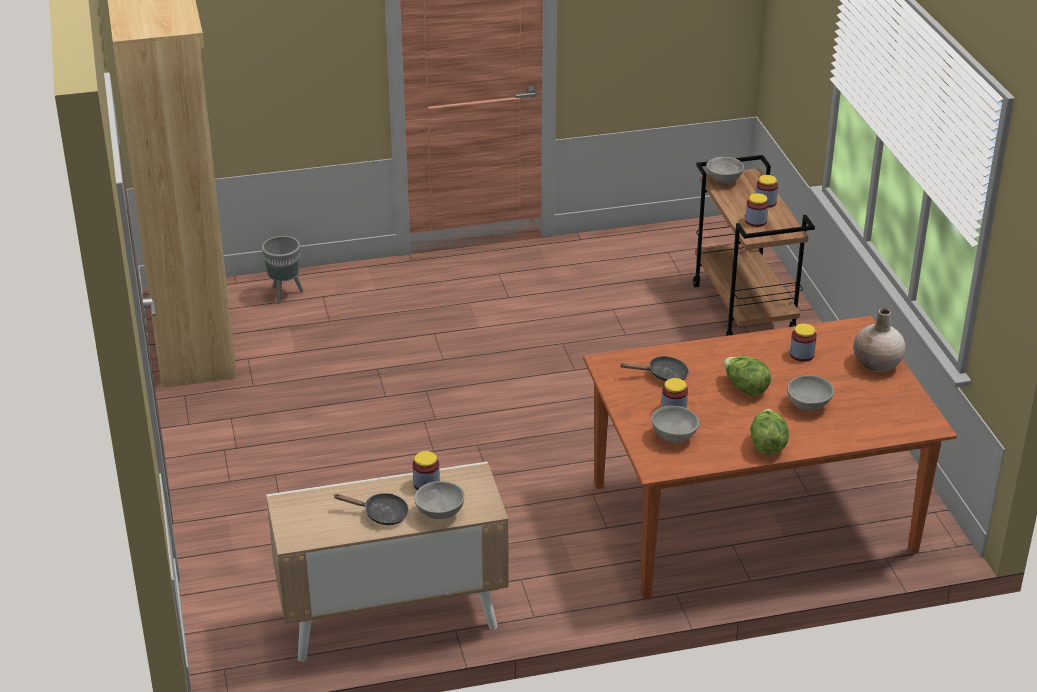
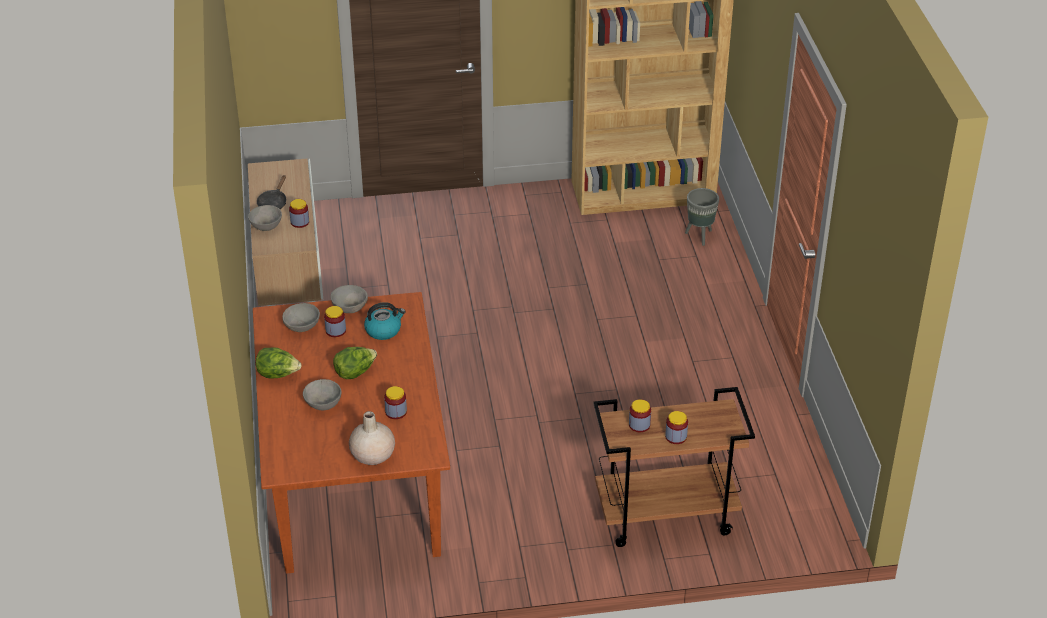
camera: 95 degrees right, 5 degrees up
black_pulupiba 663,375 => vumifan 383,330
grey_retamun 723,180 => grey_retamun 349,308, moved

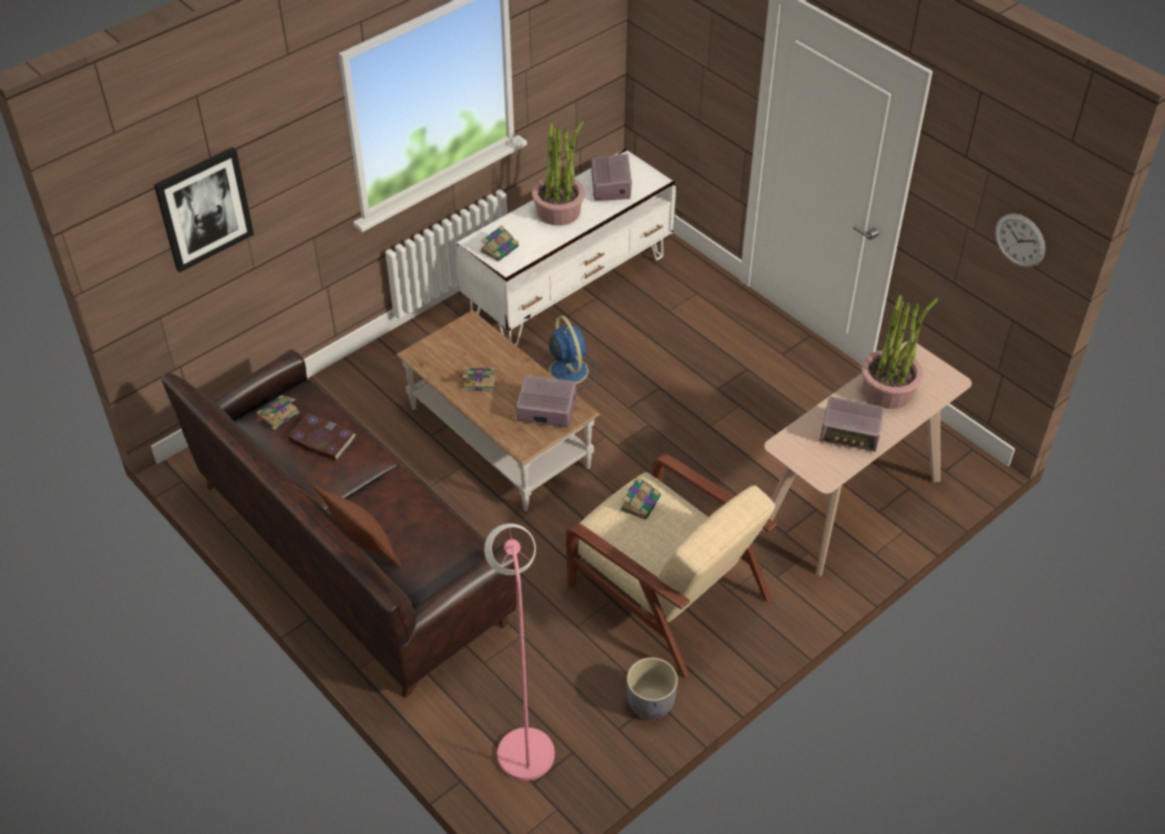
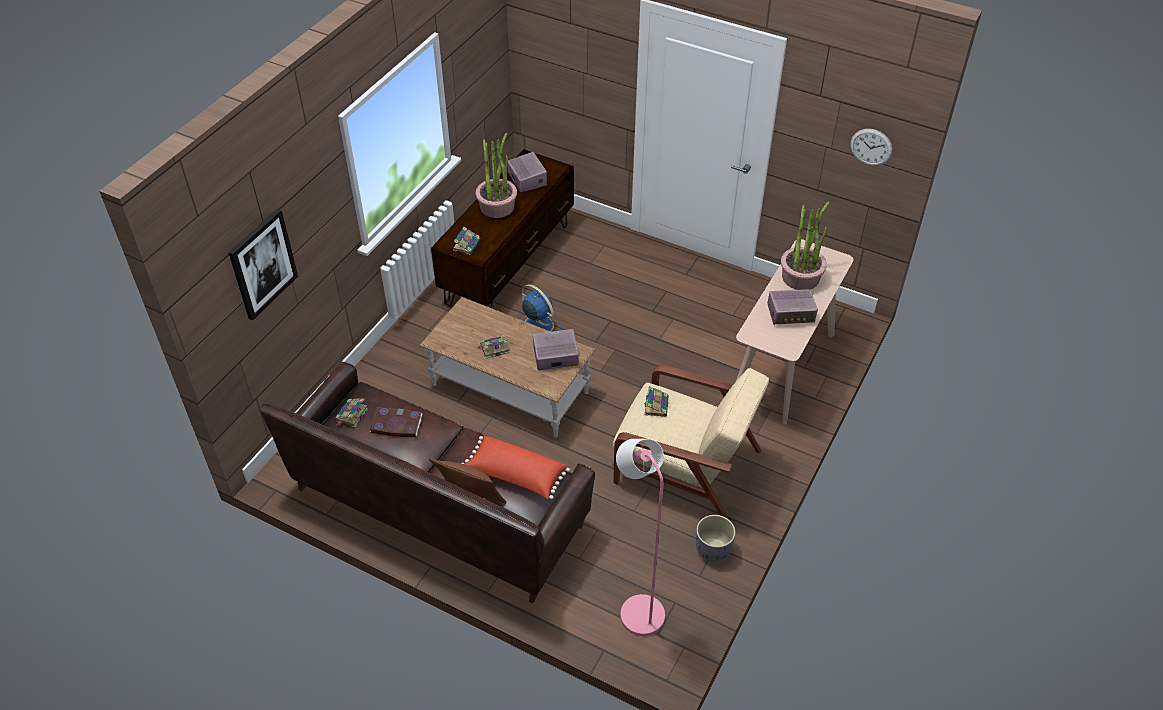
camera: 20 degrees left, 0 degrees up
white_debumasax 570,286 => brown_debumasax 509,263
nothing => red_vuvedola 515,475

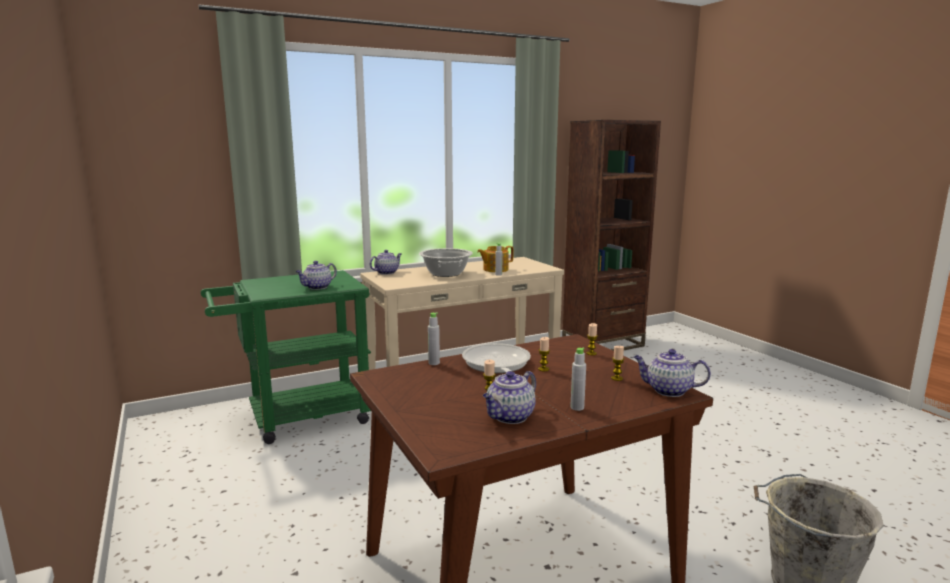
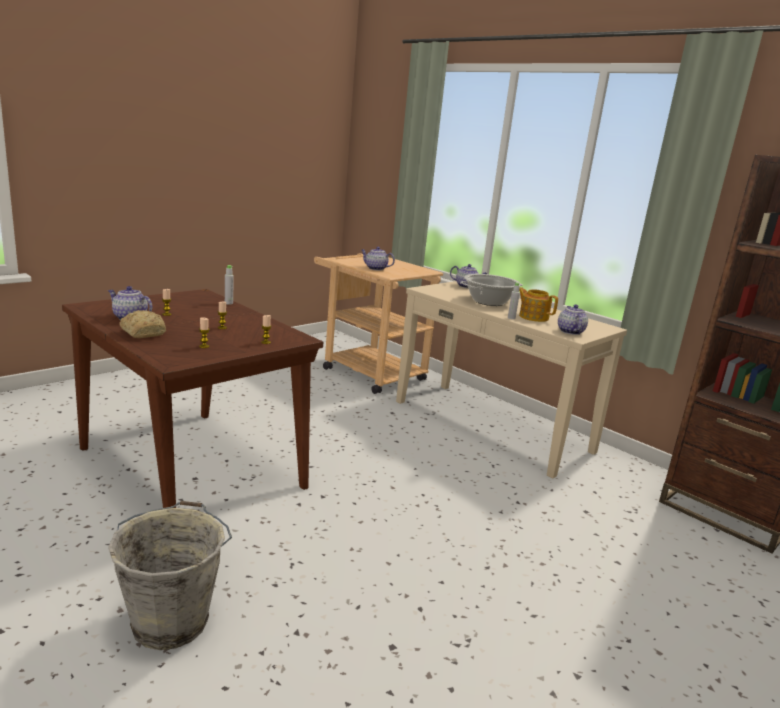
camera: 70 degrees right, 5 degrees up
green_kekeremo 298,418 => beige_kekeremo 367,371
pulupiba 497,365 => nothing
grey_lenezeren 577,407 => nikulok 143,333
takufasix 668,391 => takufasix 570,331, moved

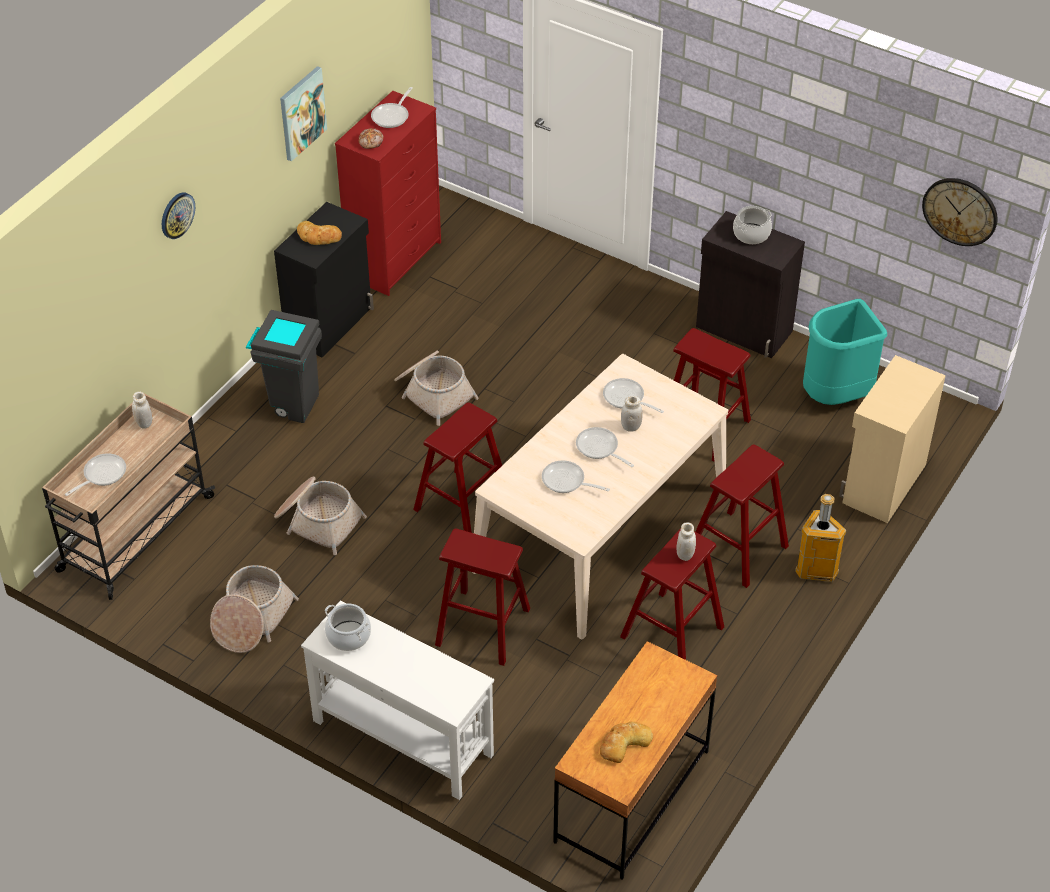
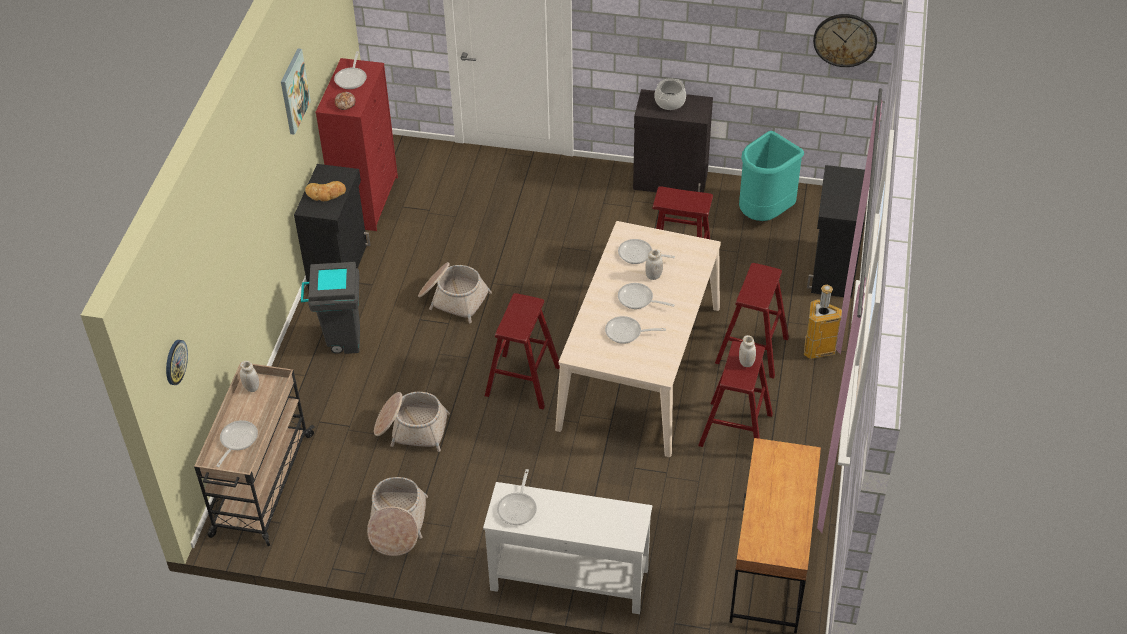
camera: 20 degrees left, 0 degrees up
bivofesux 177,215 => bivofesux 175,362, moved
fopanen 348,636 => pulupiba 518,508
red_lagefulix 482,627 => nothing
nikulok 624,743 => nothing
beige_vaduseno 882,483 => black_vaduseno 832,269

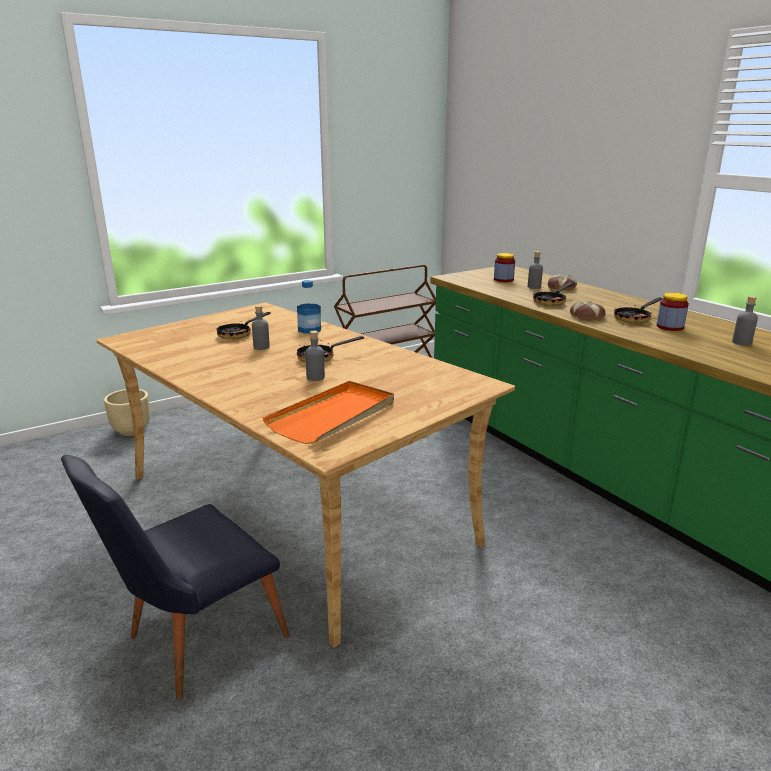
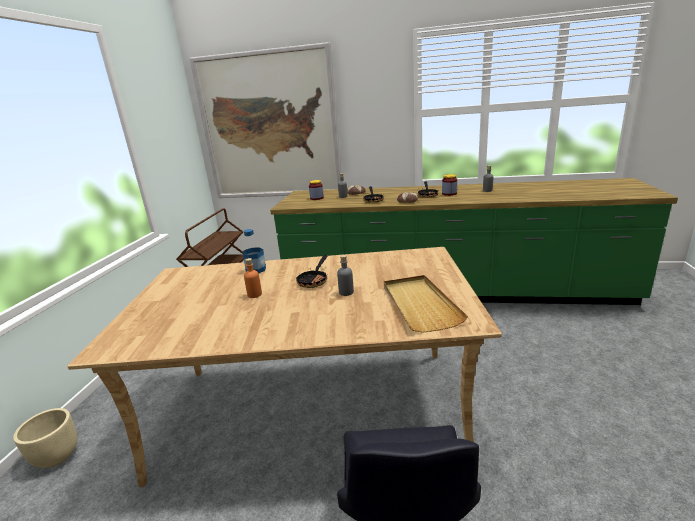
camera: 45 degrees left, 0 degrees up
pulupiba 239,334 => nothing
grey_lenezeren 261,347 => orange_lenezeren 254,294
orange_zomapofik 333,415 => beige_zomapofik 419,305
nothing => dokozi 270,127

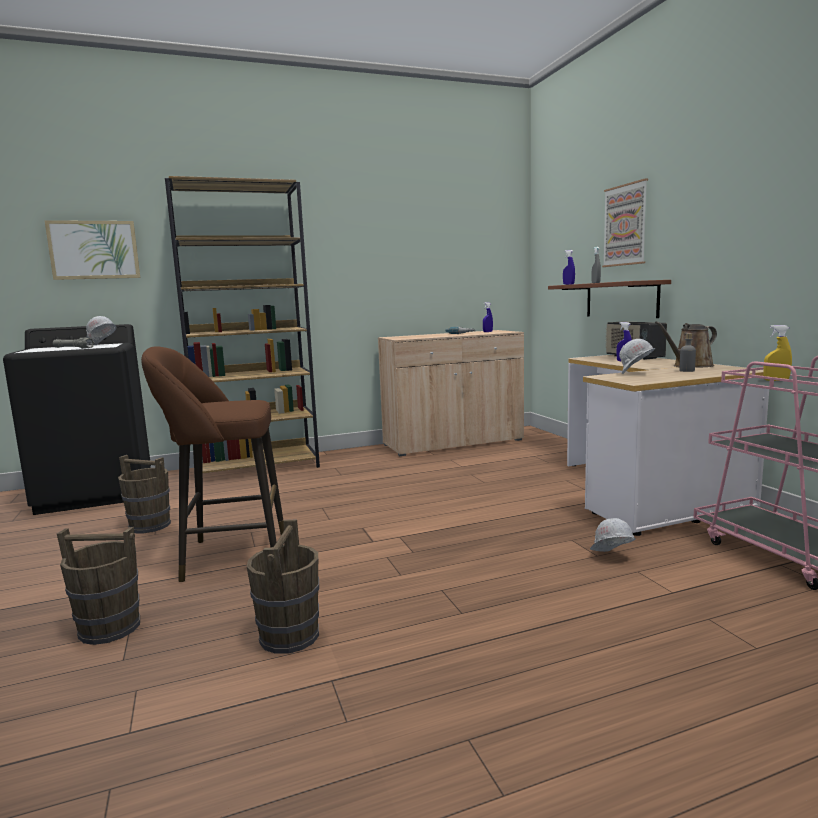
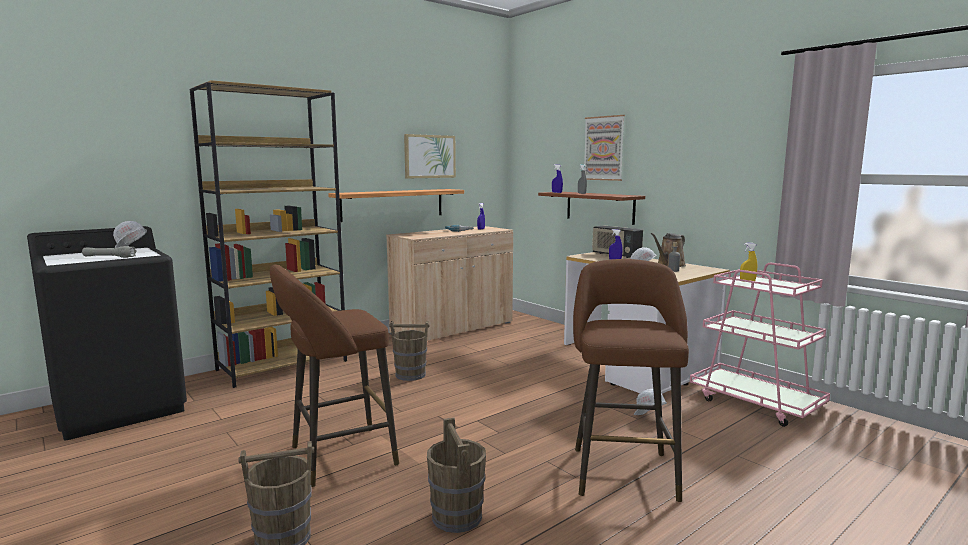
camera: 20 degrees left, 0 degrees up
dokozi 94,250 => dokozi 429,156, moved
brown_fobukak 149,525 => brown_fobukak 410,375, moved
nothing => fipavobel 393,204
nothing => brown_lagefulix 623,469

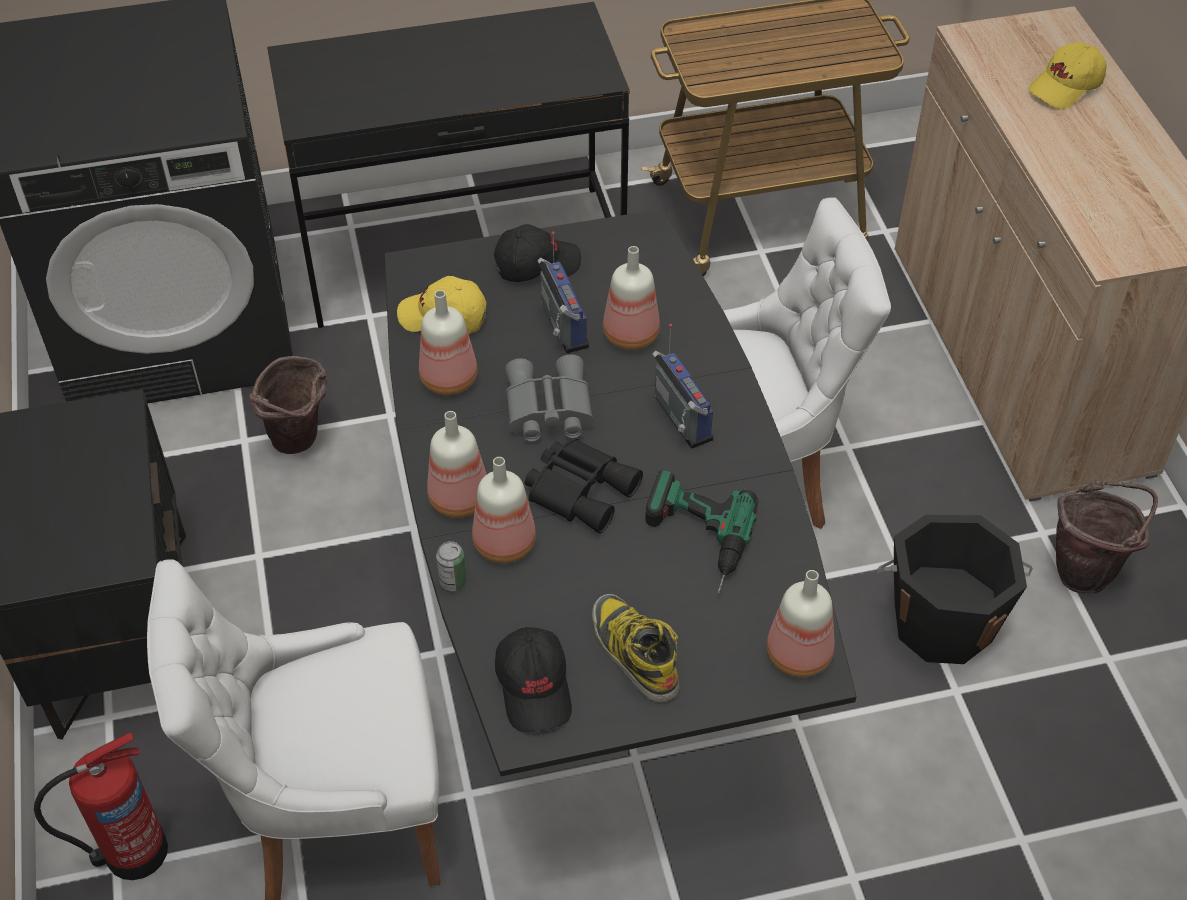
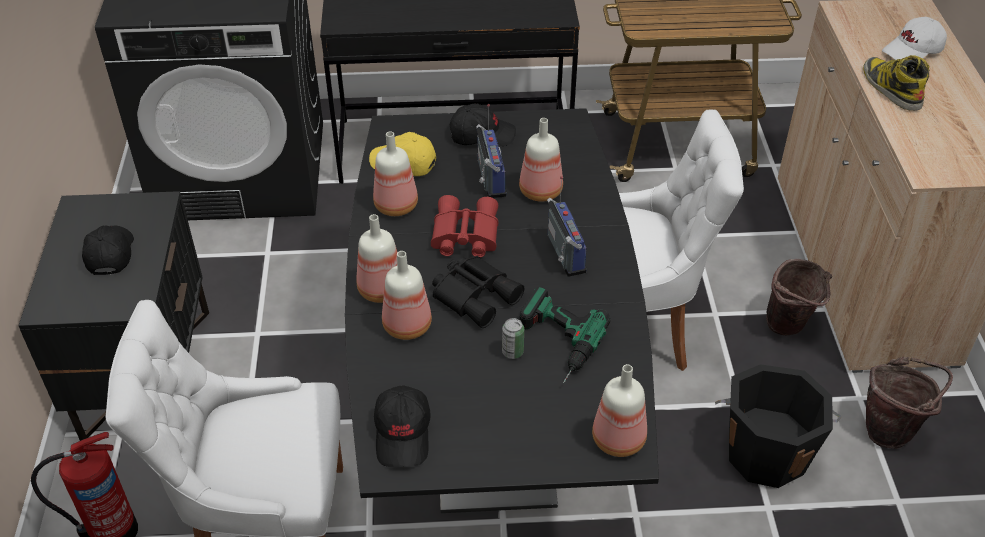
camera: 10 degrees right, 5 degrees down
brown_fobukak 301,443 => brown_fobukak 789,328, moved
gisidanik 453,581 => gisidanik 512,352, moved
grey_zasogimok 546,409 => red_zasogimok 463,235
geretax 633,652 => geretax 890,88, moved
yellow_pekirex 1066,87 => white_pekirex 913,51
nothing => black_pekirex 110,254

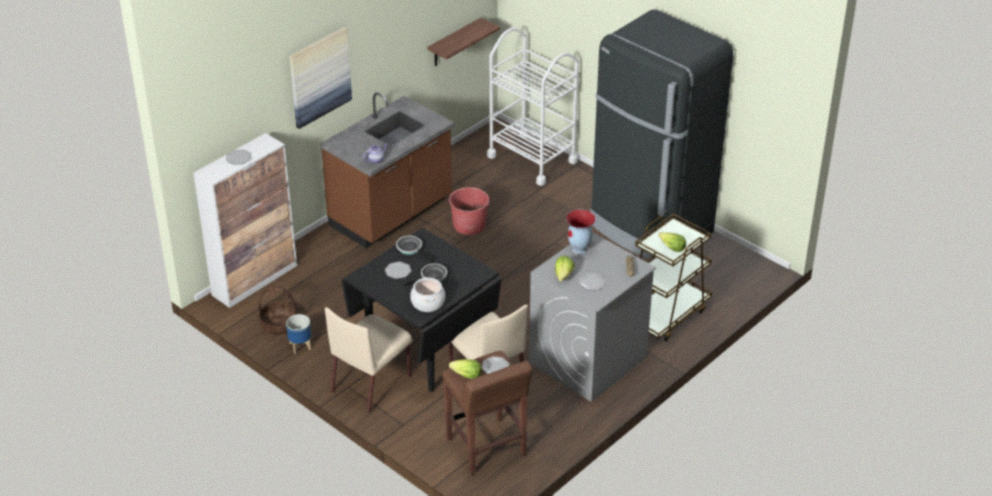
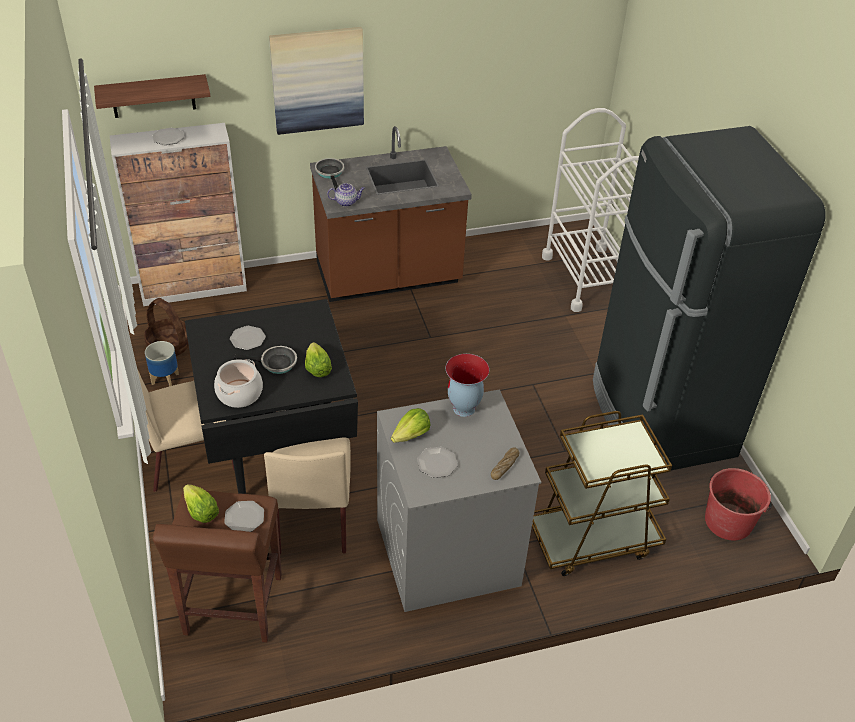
camera: 30 degrees right, 5 degrees up
pulupiba 411,249 => pulupiba 330,173, moved
fipavobel 454,43 => fipavobel 153,96, moved
red_fobukak 469,225 => red_fobukak 728,521, moved
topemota 671,248 => topemota 317,368, moved

